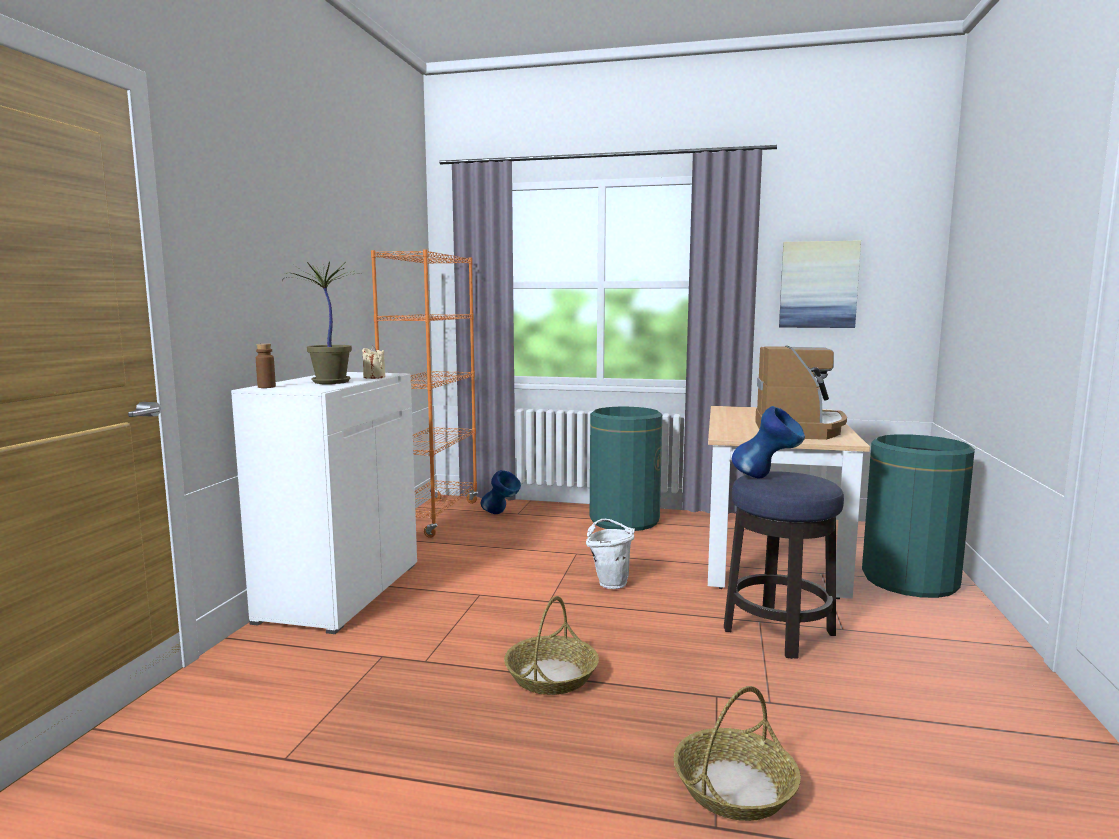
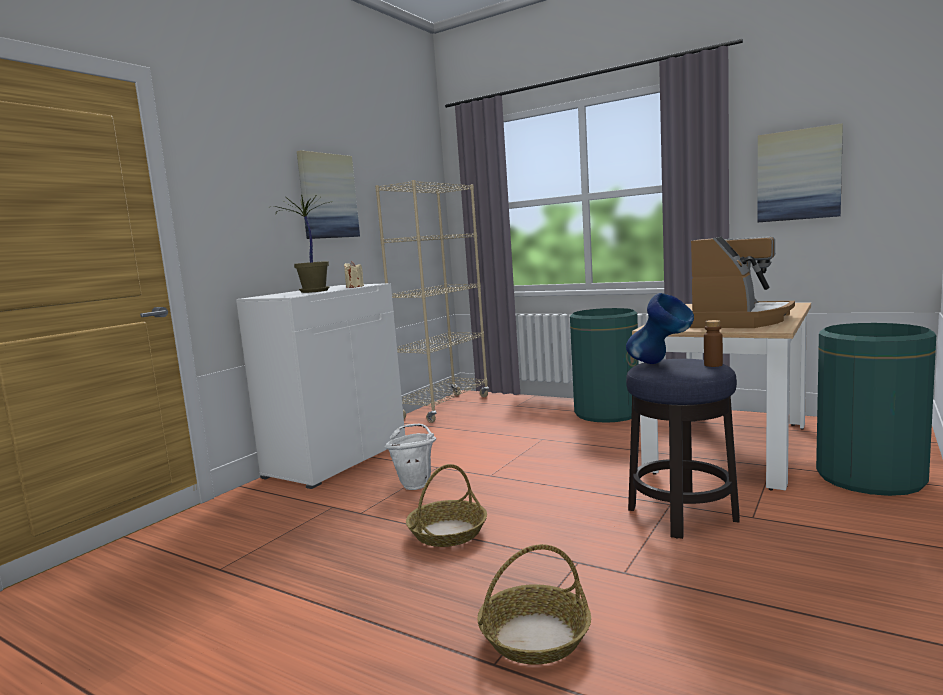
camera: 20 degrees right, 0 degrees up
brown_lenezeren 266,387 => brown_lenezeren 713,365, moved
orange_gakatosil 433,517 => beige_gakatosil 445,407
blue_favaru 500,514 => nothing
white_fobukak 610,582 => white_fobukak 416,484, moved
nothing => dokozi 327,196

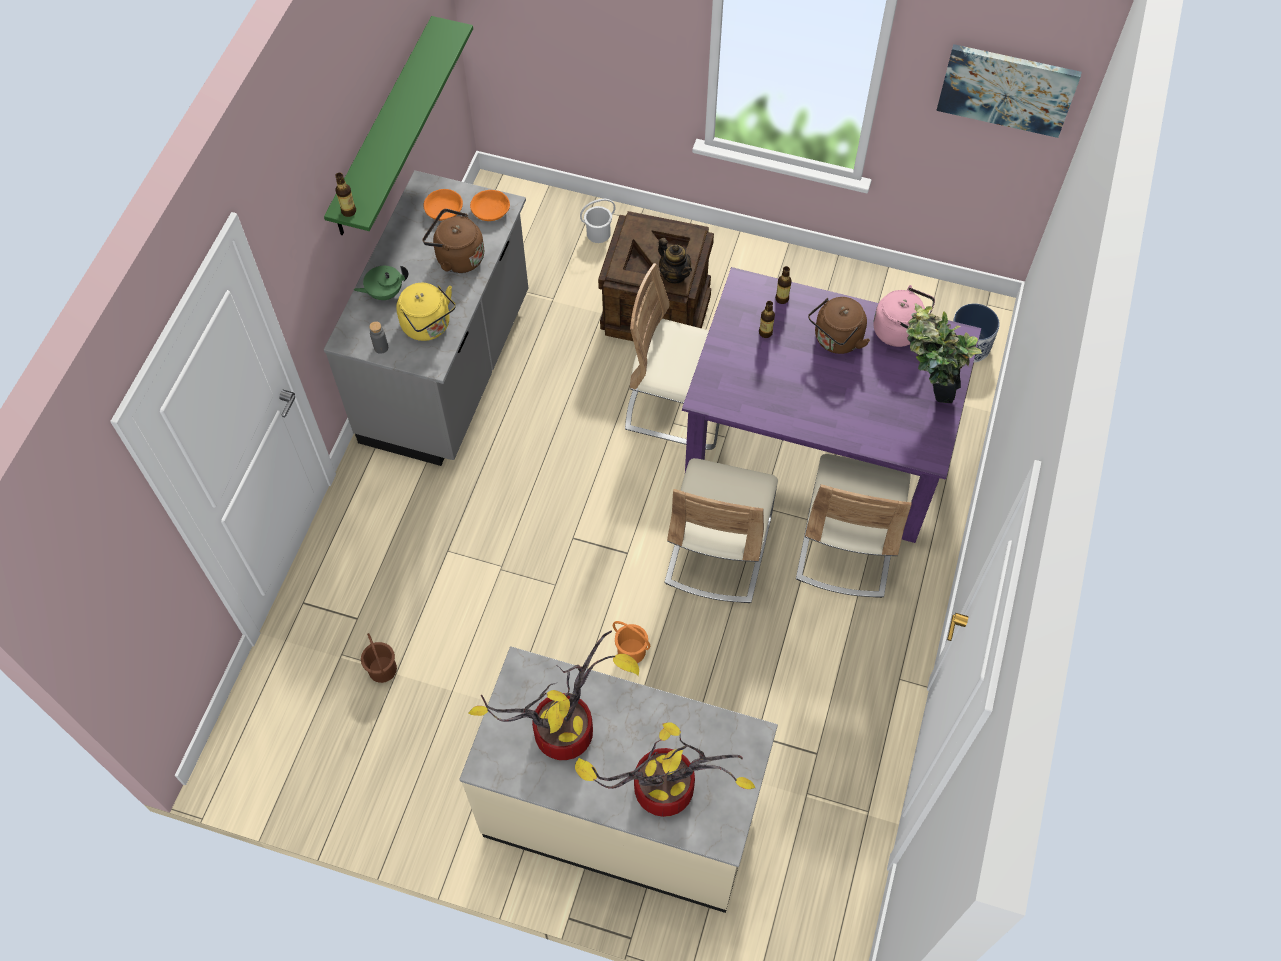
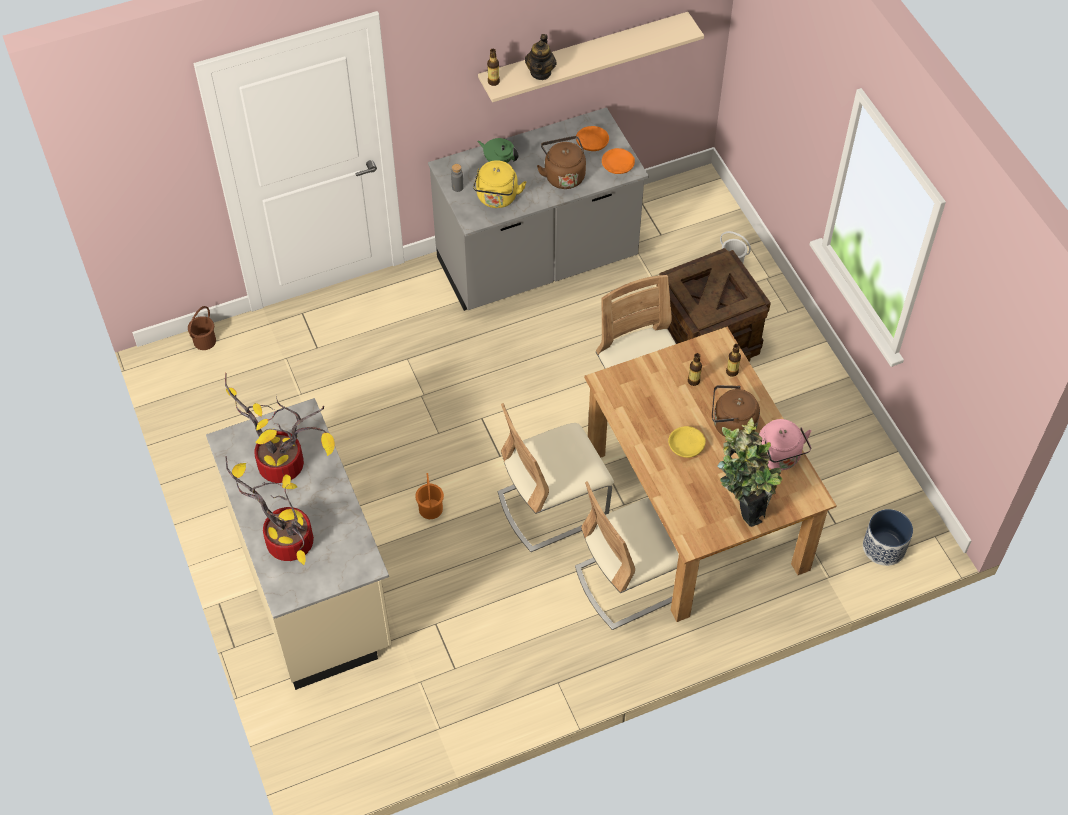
camera: 50 degrees right, 5 degrees down
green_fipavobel 383,128 => beige_fipavobel 583,56
brown_fobukak 382,669 => brown_fobukak 204,341, moved
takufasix 674,274 => takufasix 541,72, moved
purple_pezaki 815,446 => brown_pezaki 694,508
dokozi 1007,89 => nothing
nothing => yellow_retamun 687,445

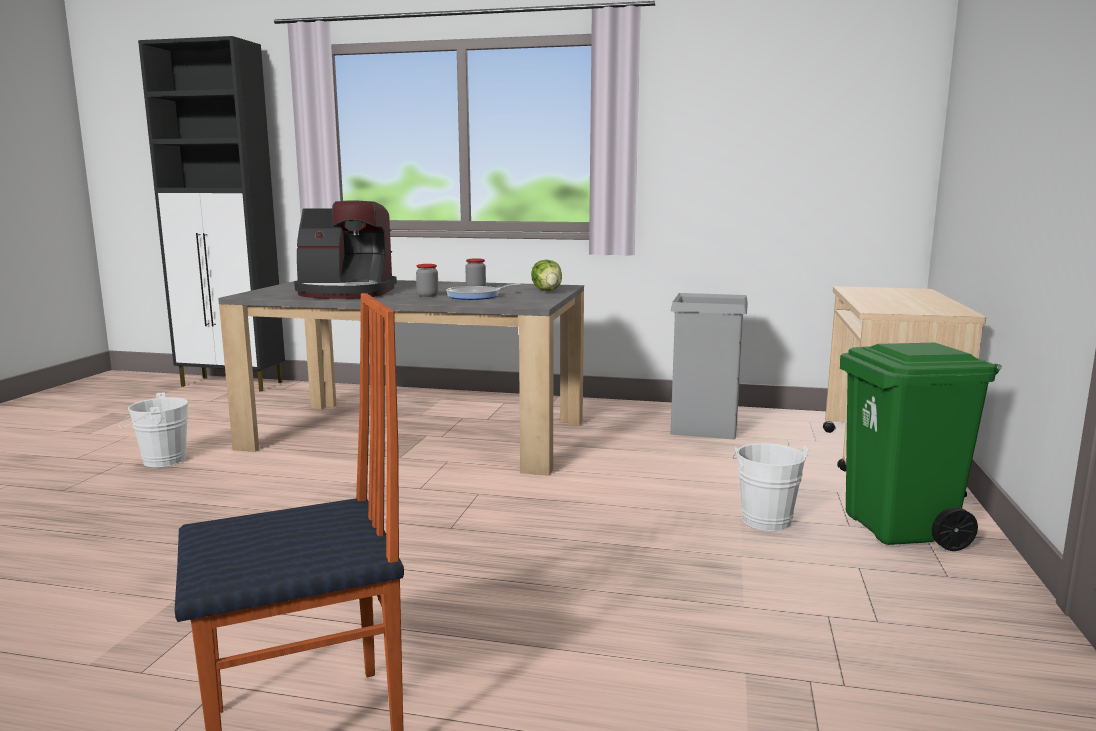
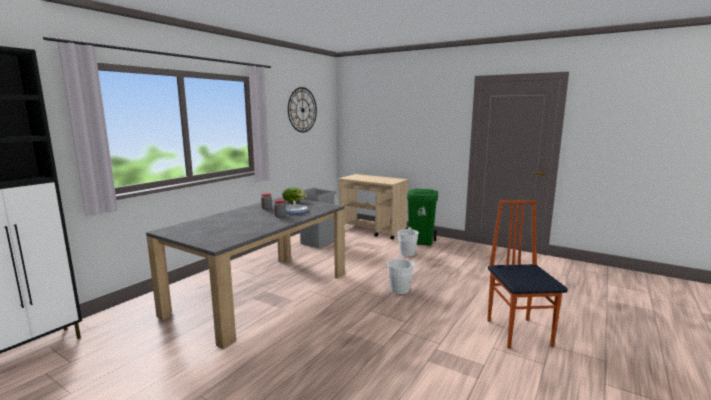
camera: 70 degrees left, 0 degrees up
white_fobukak 159,461 => white_fobukak 400,290, moved
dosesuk 345,293 => nothing
nothing => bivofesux 302,110

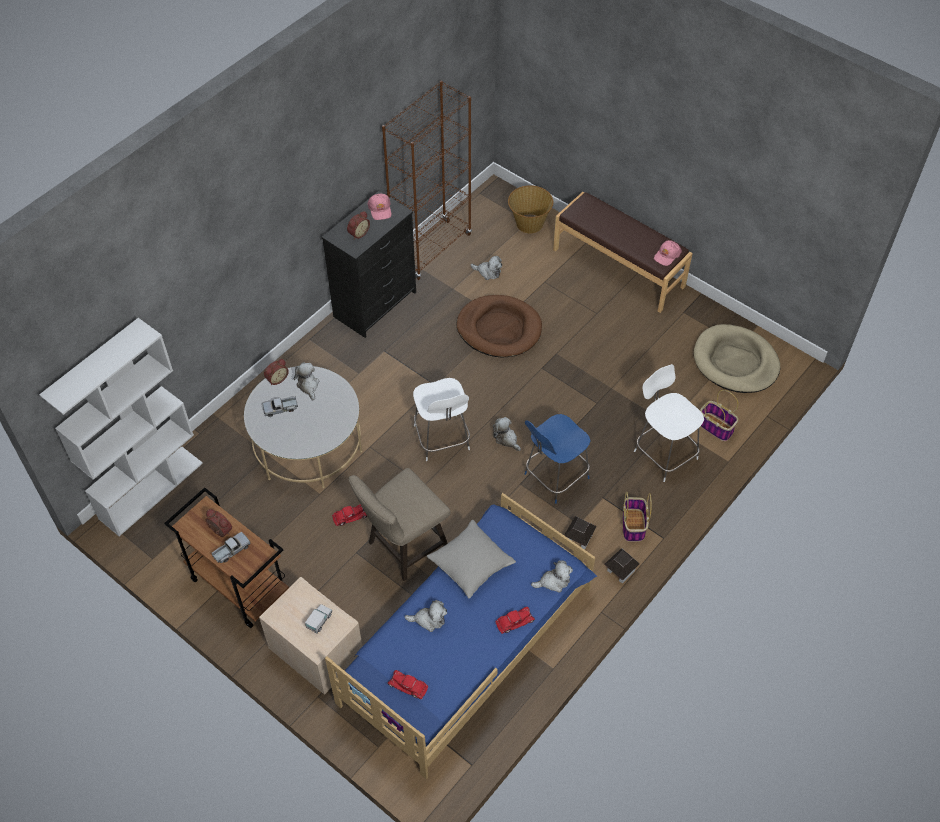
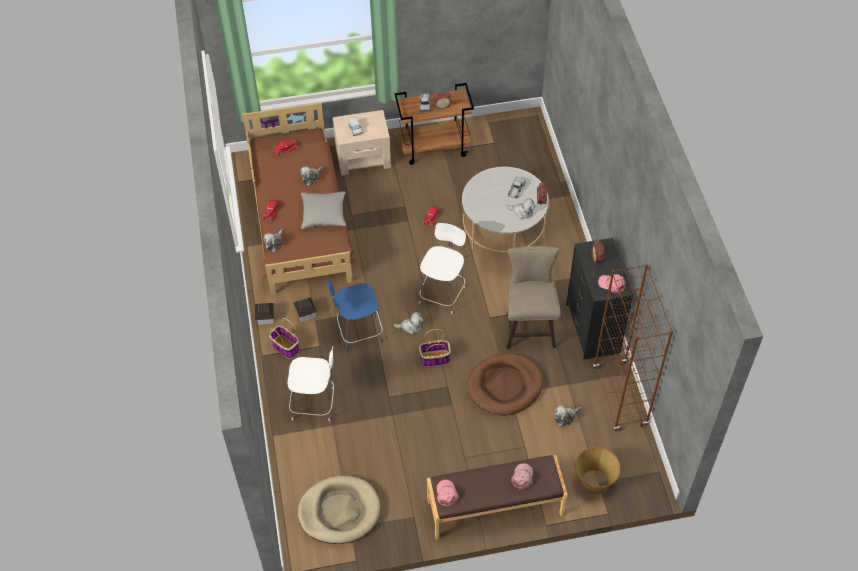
camera: 130 degrees right, 0 degrees up
white_gakatosil 151,490 => nothing
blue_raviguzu 466,643 => brown_raviguzu 301,219
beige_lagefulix 403,549 => beige_lagefulix 529,326, moved
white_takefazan 442,439 => white_takefazan 442,293, 90 degrees clockwise
blue_takefazan 554,477 => blue_takefazan 358,332, 105 degrees counterclockwise
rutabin 716,427 => rutabin 434,358, moved
nothing => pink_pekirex 522,477

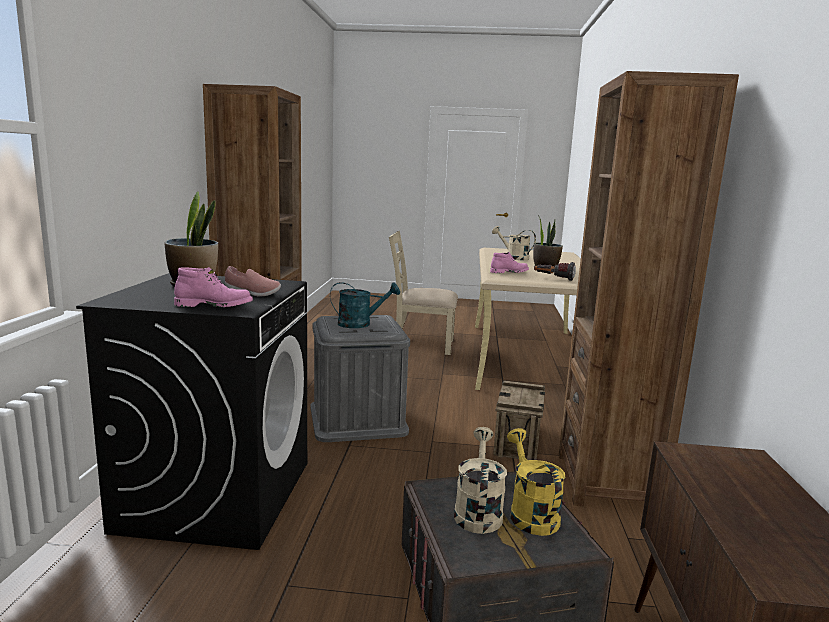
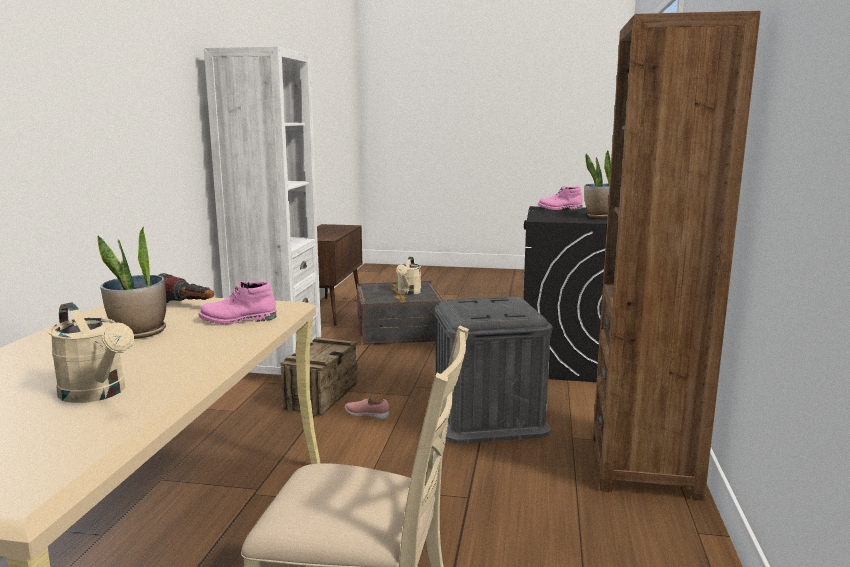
camera: 175 degrees left, 0 degrees up
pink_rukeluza 252,293 => pink_rukeluza 367,415, moved
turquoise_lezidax 360,324 => nothing
yellow_lezidax 530,513 => nothing
brown_gakatosil 608,482 => white_gakatosil 277,367

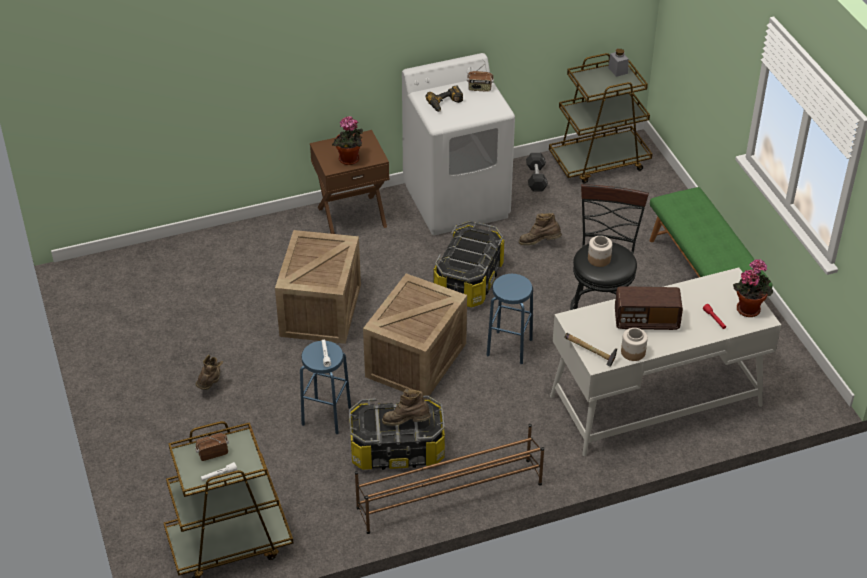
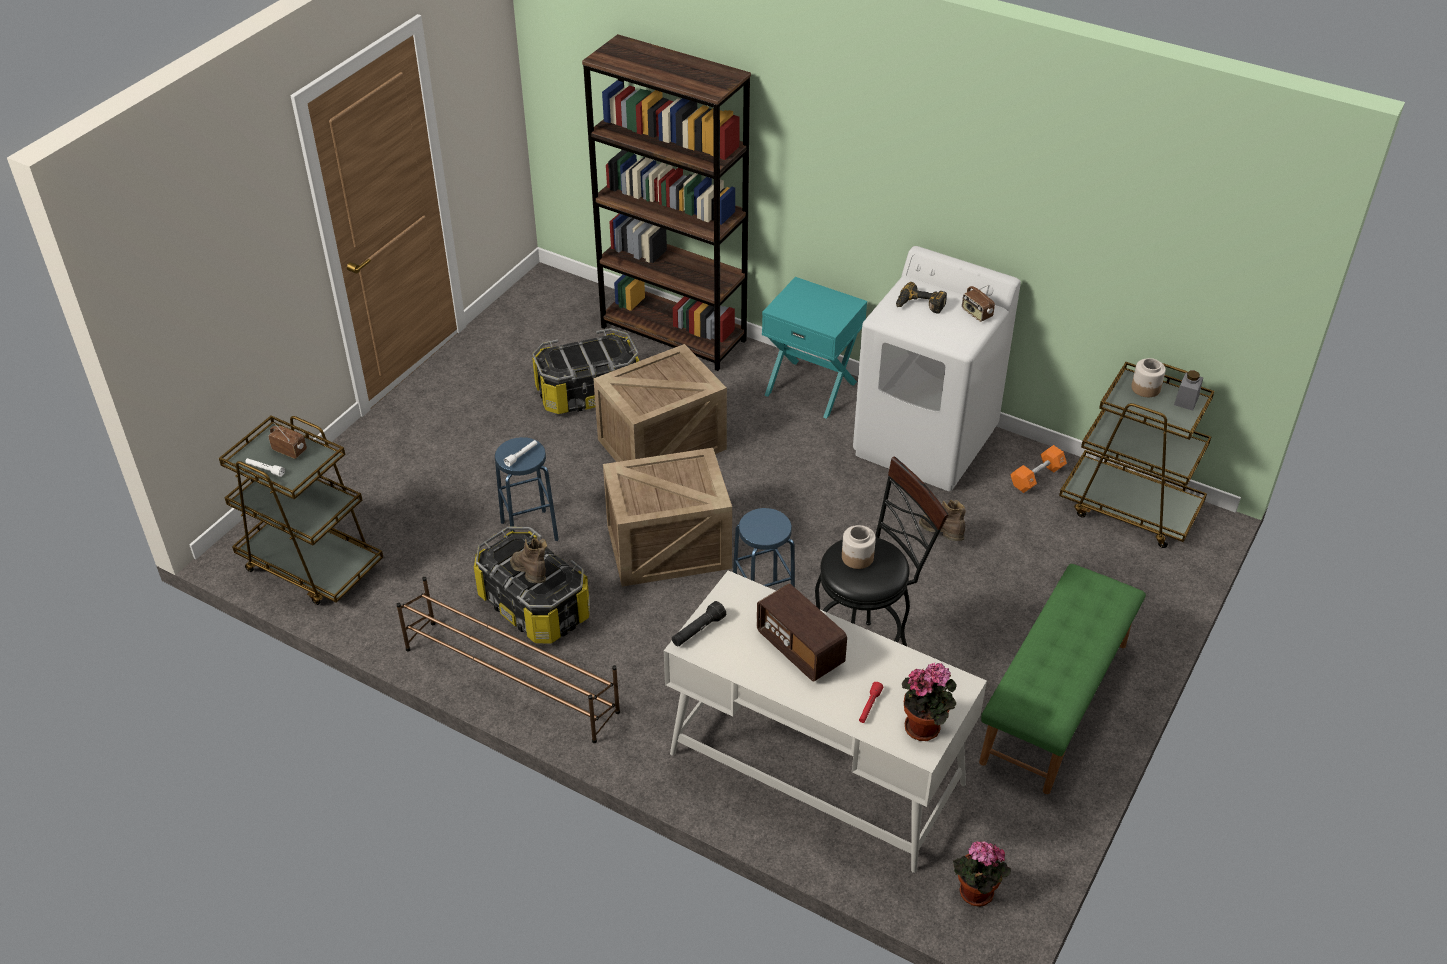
camera: 50 degrees right, 0 degrees up
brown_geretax 210,383 => nothing
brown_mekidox 351,216 => turquoise_mekidox 811,387
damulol 349,160 => damulol 974,895, moved
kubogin 468,281 => kubogin 588,392, moved
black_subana 536,178 => orange_subana 1037,477
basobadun 590,353 => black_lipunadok 698,631
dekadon 633,352 => dekadon 1146,388, moved
nothing => brown_gakatosil 674,334

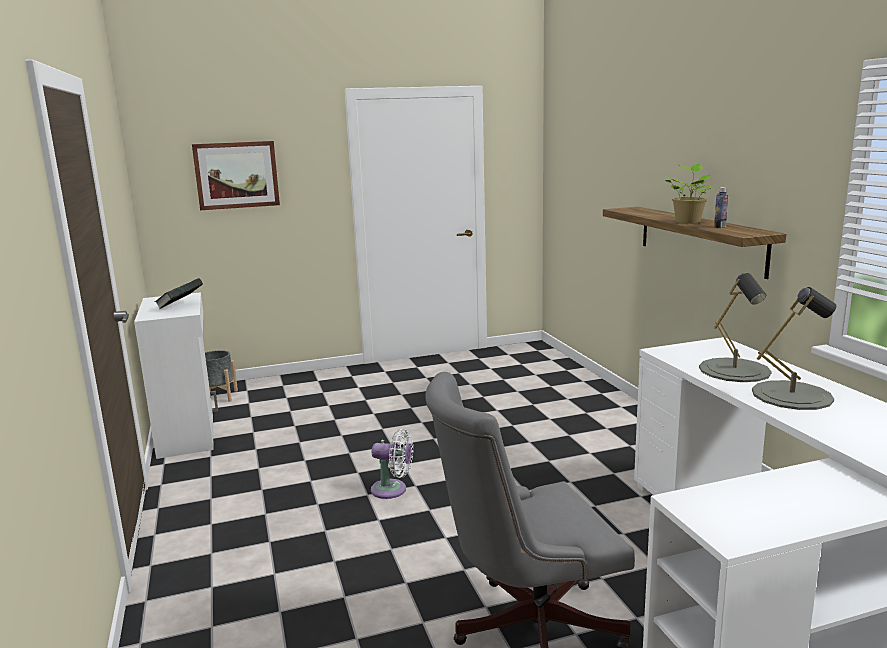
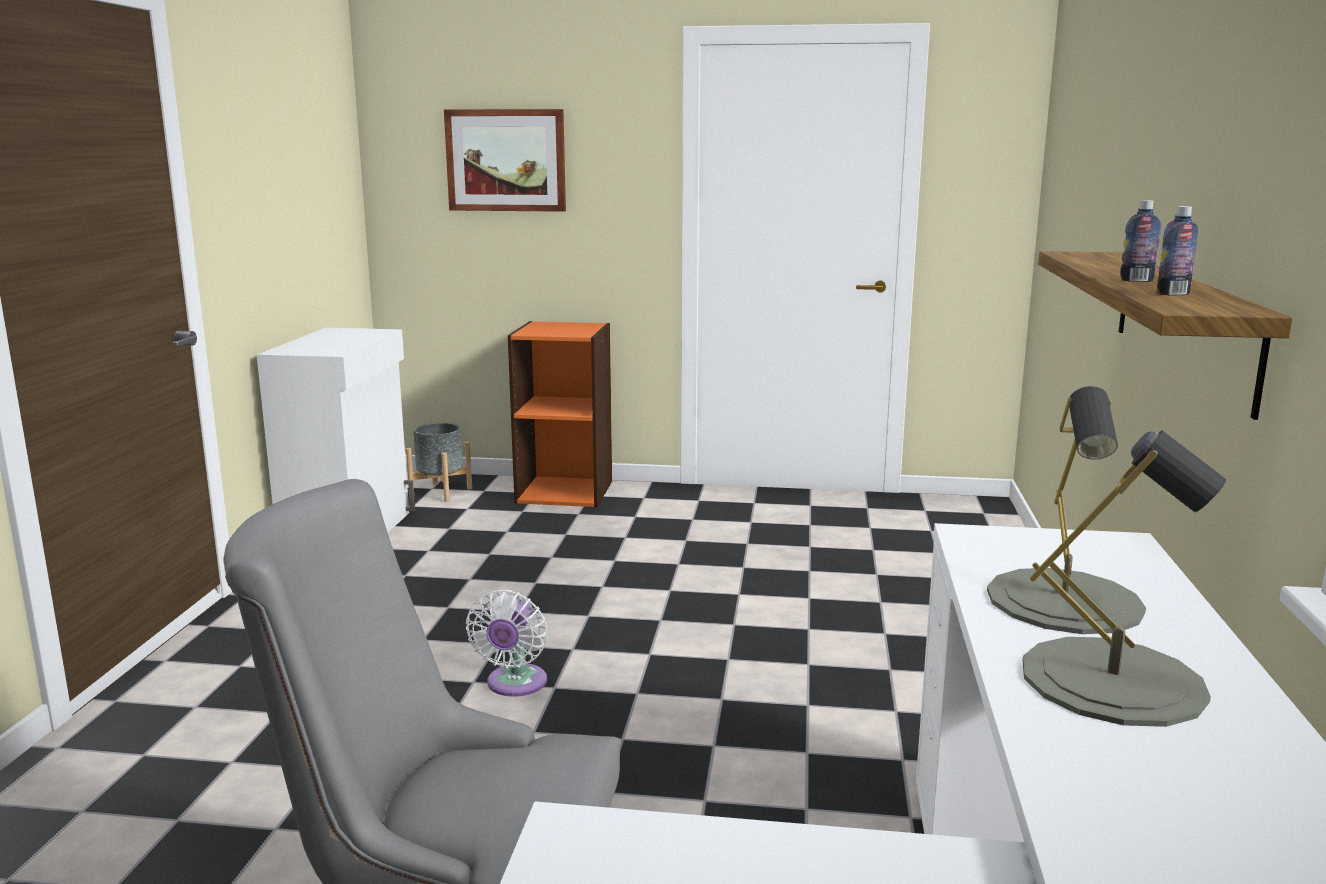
camera: 25 degrees right, 0 degrees up
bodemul 180,306 => nothing
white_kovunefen 392,490 => white_kovunefen 514,685, 60 degrees clockwise
damulol 688,221 => lenezeren 1136,280
nothing => orange_gakatosil 565,491

